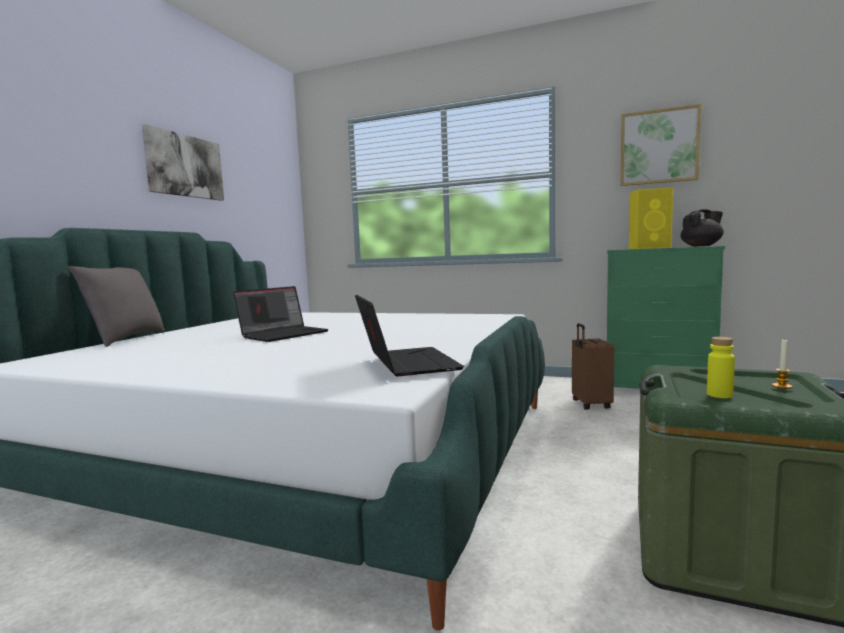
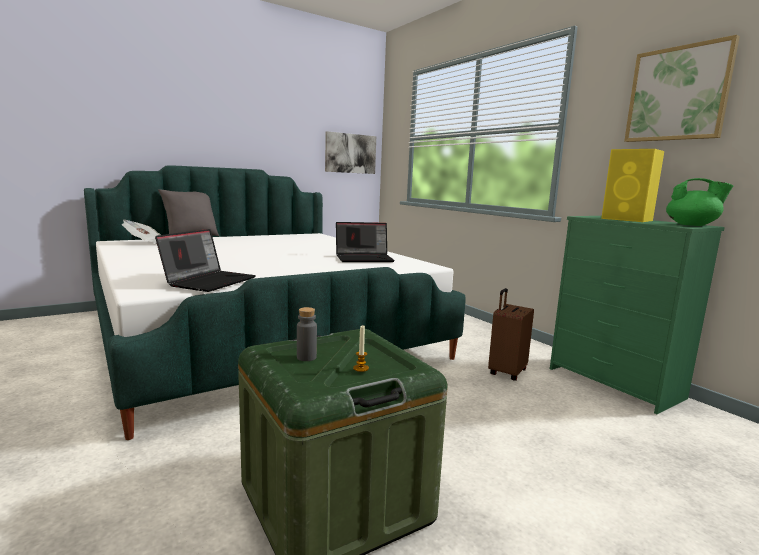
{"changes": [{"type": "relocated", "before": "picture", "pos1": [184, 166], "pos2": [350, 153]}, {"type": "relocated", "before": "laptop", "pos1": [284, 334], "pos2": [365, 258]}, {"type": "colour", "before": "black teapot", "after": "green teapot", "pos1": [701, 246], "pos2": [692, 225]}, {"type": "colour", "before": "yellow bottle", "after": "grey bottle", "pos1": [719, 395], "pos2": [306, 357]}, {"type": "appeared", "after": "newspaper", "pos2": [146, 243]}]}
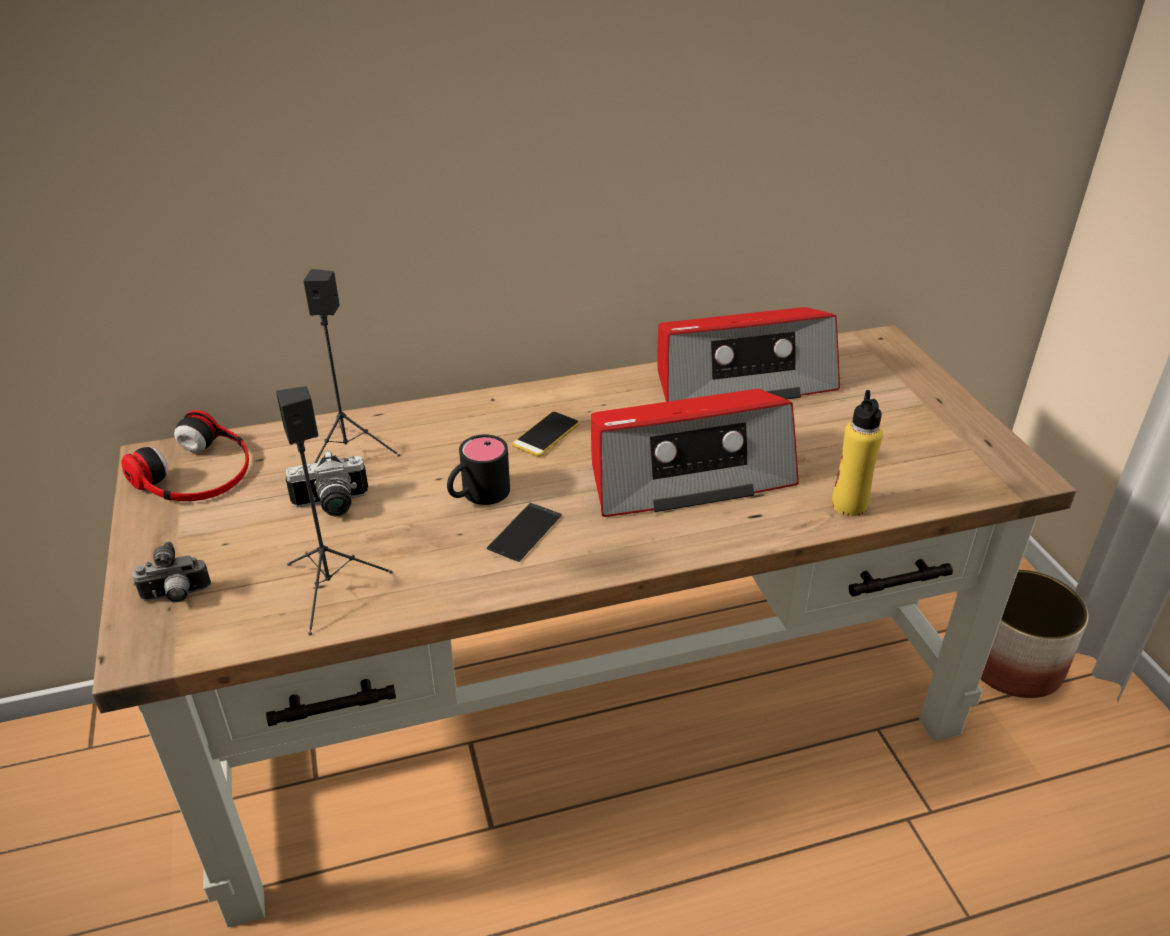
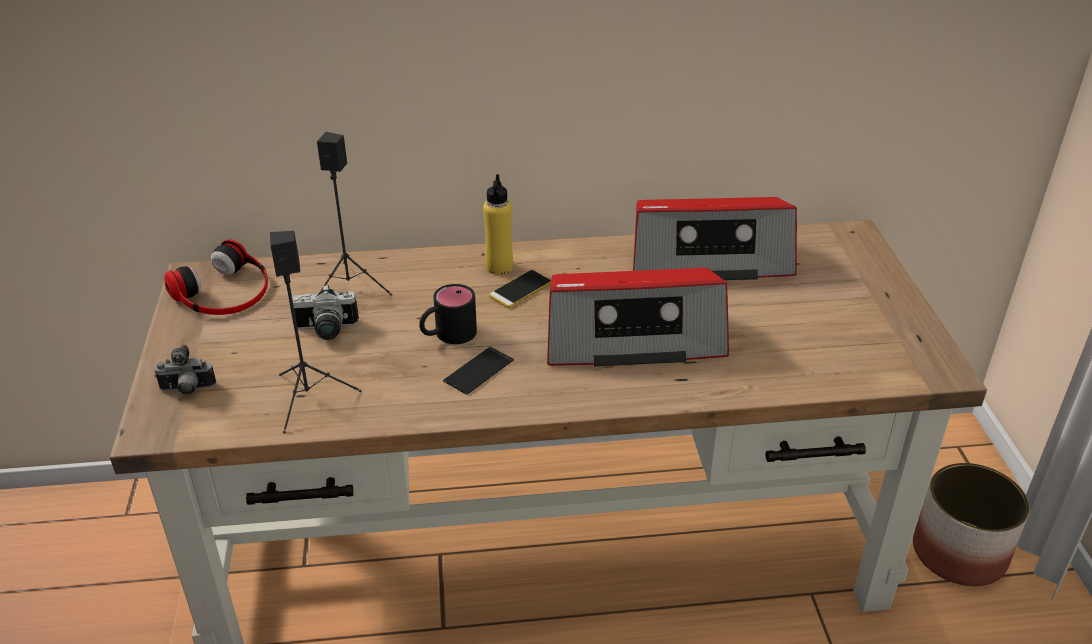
{"changes": [{"type": "relocated", "before": "yellow bottle", "pos1": [849, 505], "pos2": [499, 267]}]}
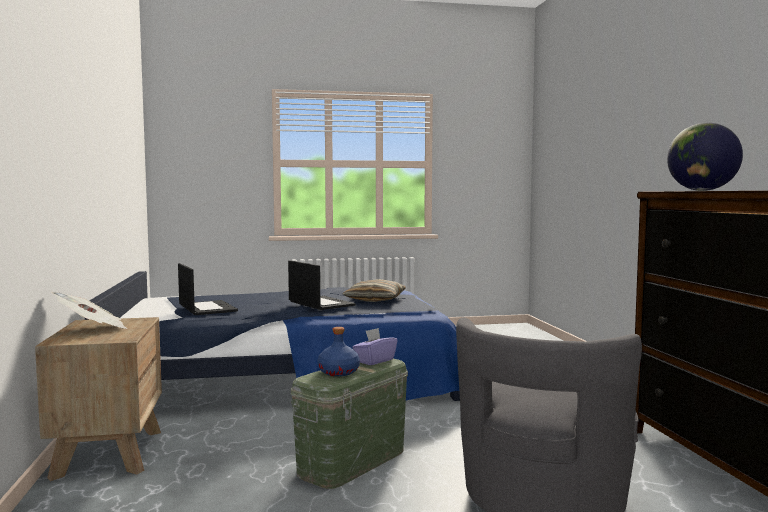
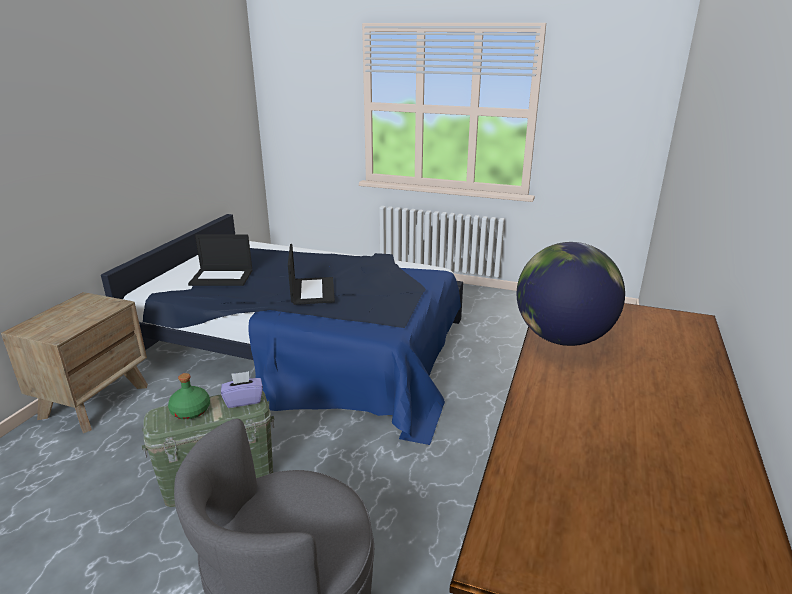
{"changes": [{"type": "missing", "before": "newspaper", "pos1": [92, 329]}, {"type": "spun", "before": "laptop", "pos1": [206, 308], "pos2": [222, 277], "turn": 90}, {"type": "colour", "before": "blue bottle", "after": "green bottle", "pos1": [338, 372], "pos2": [190, 411]}, {"type": "missing", "before": "pillow", "pos1": [375, 299]}]}
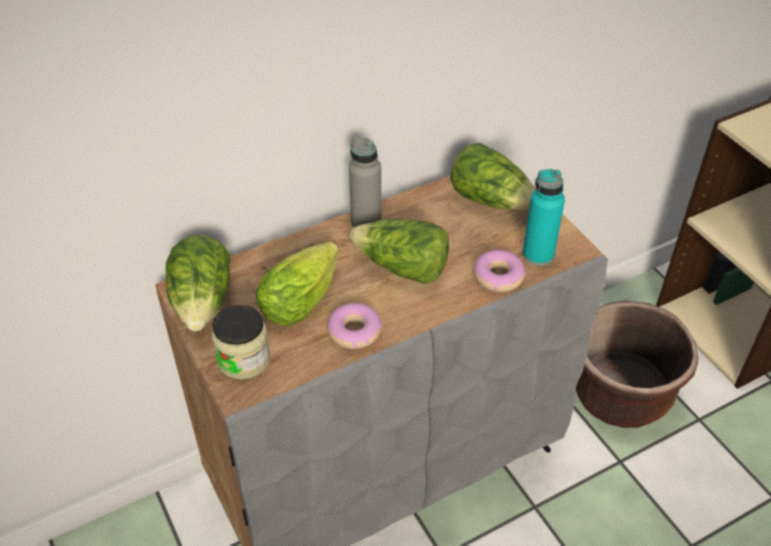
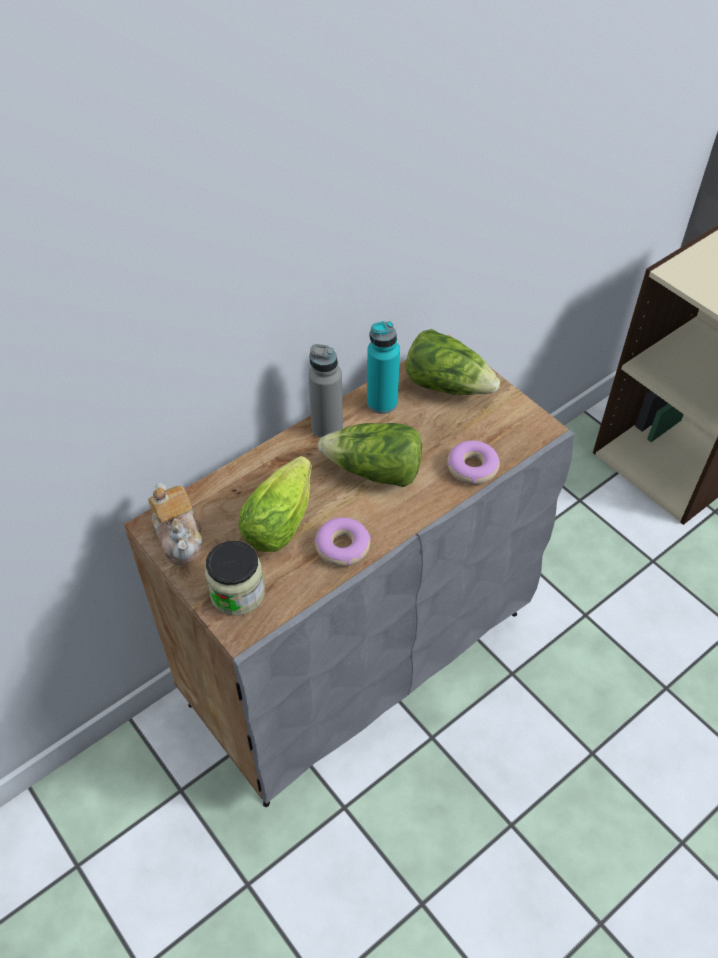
{"changes": [{"type": "exchanged", "before": "lettuce", "after": "teapot", "pos1": [203, 302], "pos2": [180, 537]}, {"type": "relocated", "before": "turquoise bottle", "pos1": [538, 254], "pos2": [382, 403]}, {"type": "missing", "before": "brown planter", "pos1": [621, 393]}]}
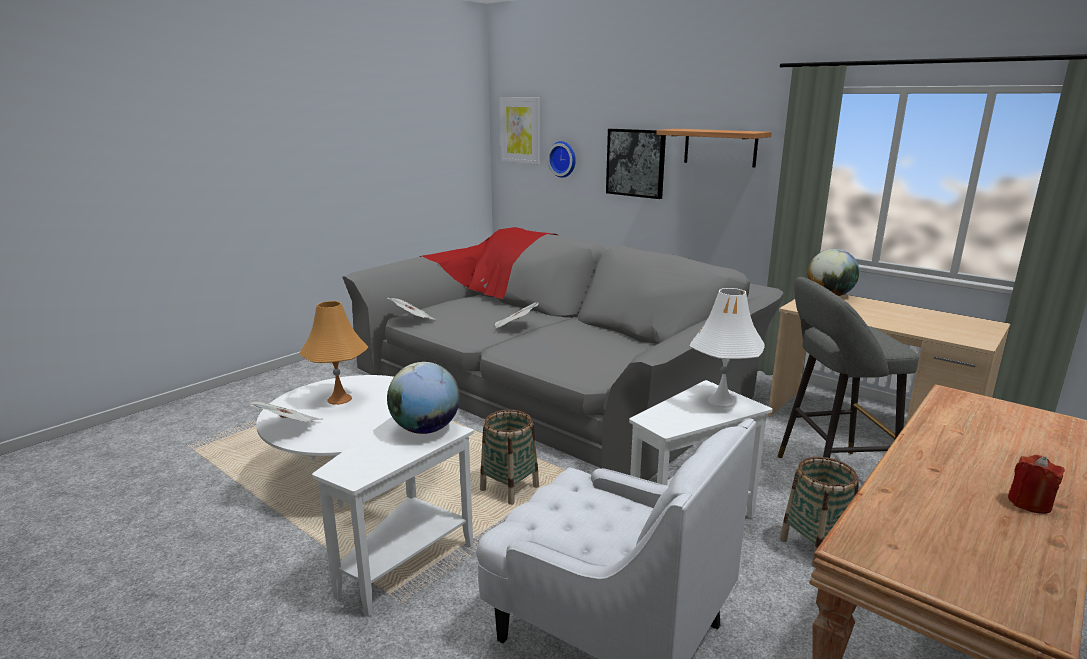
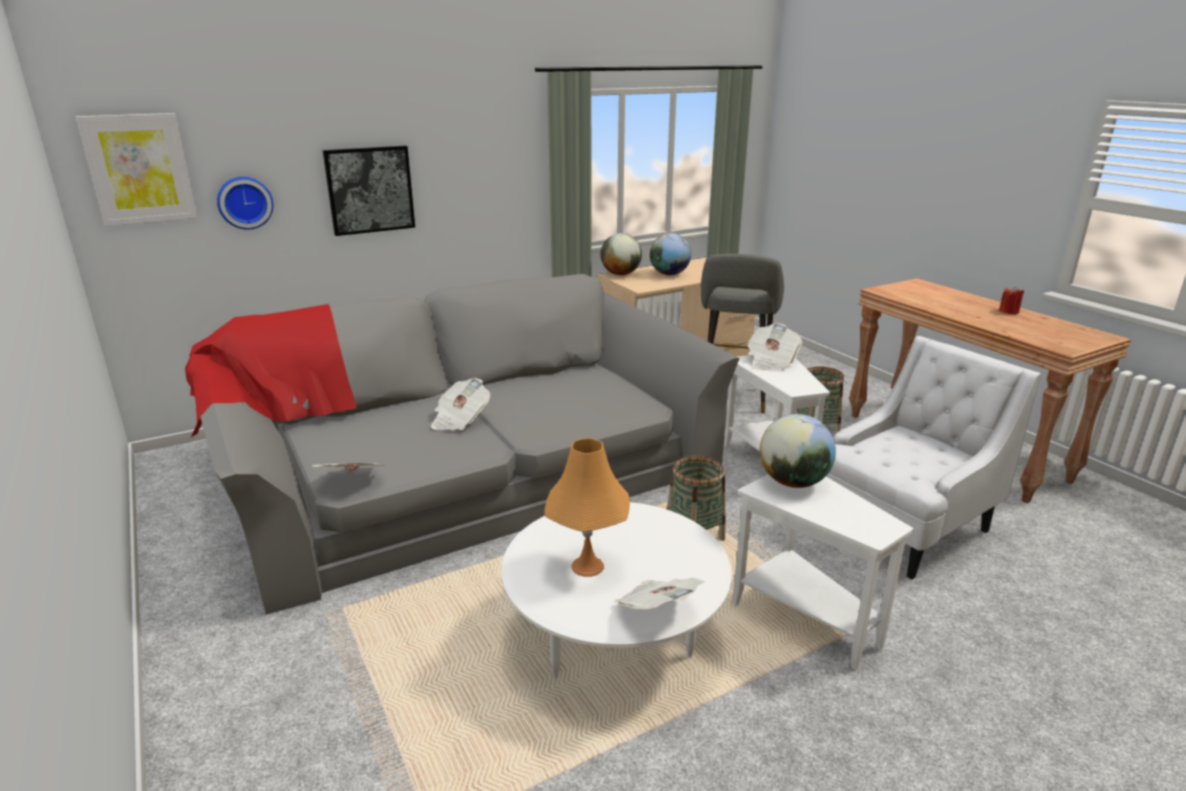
{"changes": [{"type": "missing", "before": "shelf", "pos1": [720, 147]}, {"type": "exchanged", "before": "white table lamp", "after": "newspaper", "pos1": [721, 401], "pos2": [771, 361]}, {"type": "appeared", "after": "globe", "pos2": [669, 274]}]}
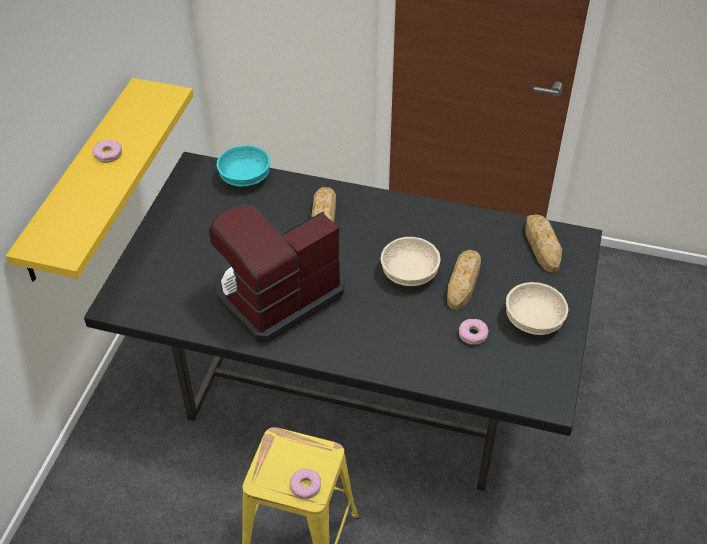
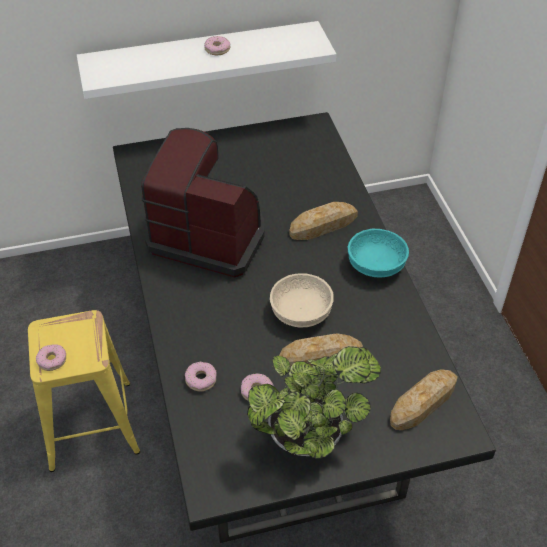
{"changes": [{"type": "colour", "before": "yellow shelf", "after": "white shelf", "pos1": [80, 180], "pos2": [201, 59]}, {"type": "relocated", "before": "turquoise bowl", "pos1": [246, 177], "pos2": [376, 265]}, {"type": "exchanged", "before": "beige bowl", "after": "potted plant", "pos1": [533, 320], "pos2": [310, 435]}, {"type": "appeared", "after": "donut", "pos2": [201, 379]}]}
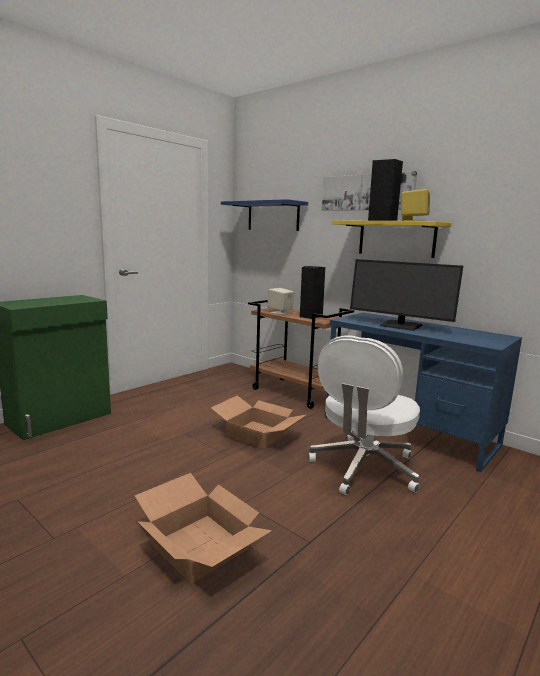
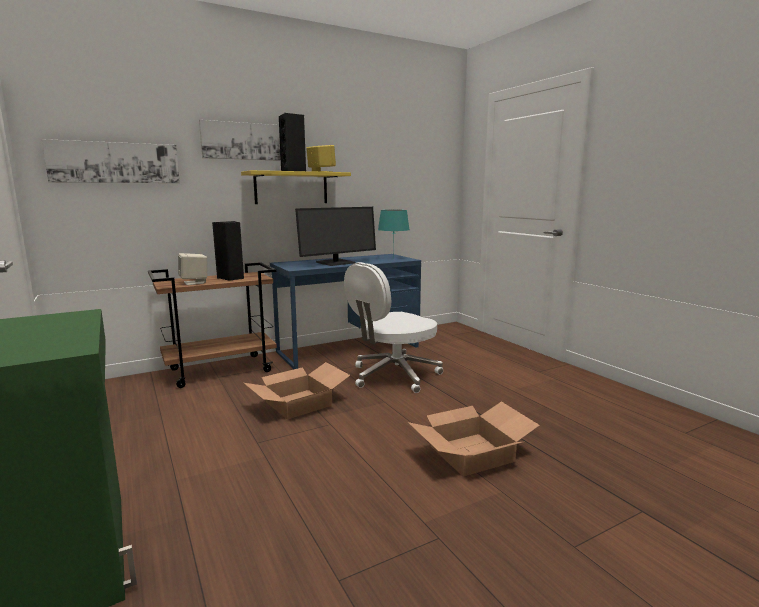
{"changes": [{"type": "exchanged", "before": "blue shelf", "after": "picture", "pos1": [273, 216], "pos2": [115, 162]}, {"type": "spun", "before": "white office chair", "pos1": [363, 468], "pos2": [393, 376], "turn": 90}, {"type": "appeared", "after": "turquoise table lamp", "pos2": [393, 258]}]}
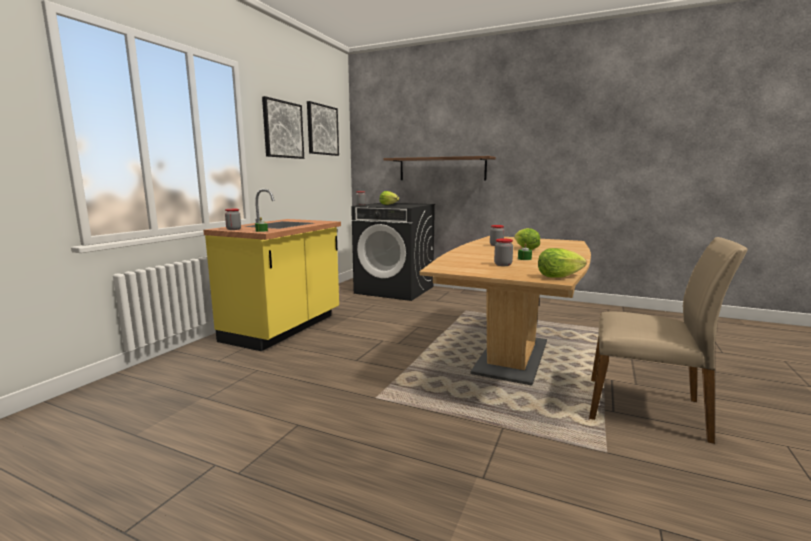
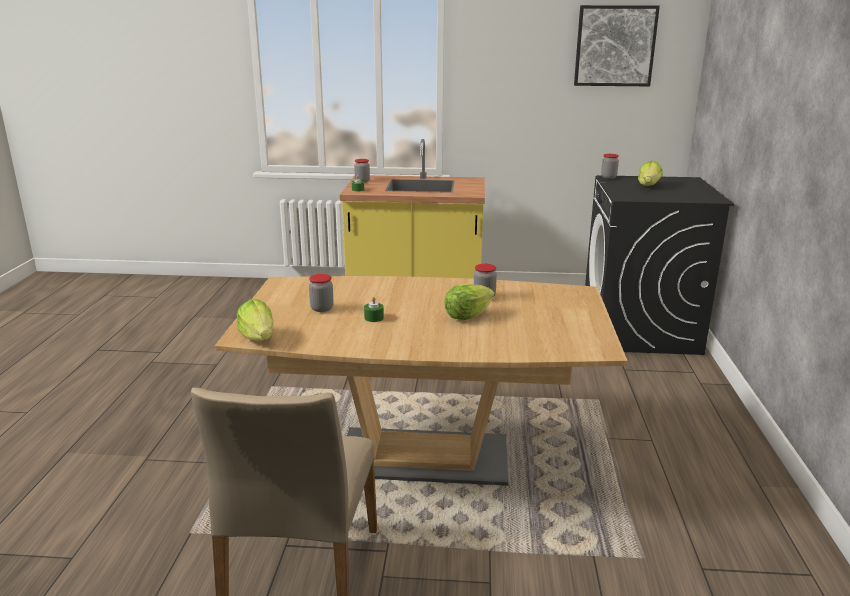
{"changes": [{"type": "missing", "before": "picture", "pos1": [283, 129]}, {"type": "missing", "before": "shelf", "pos1": [442, 169]}]}
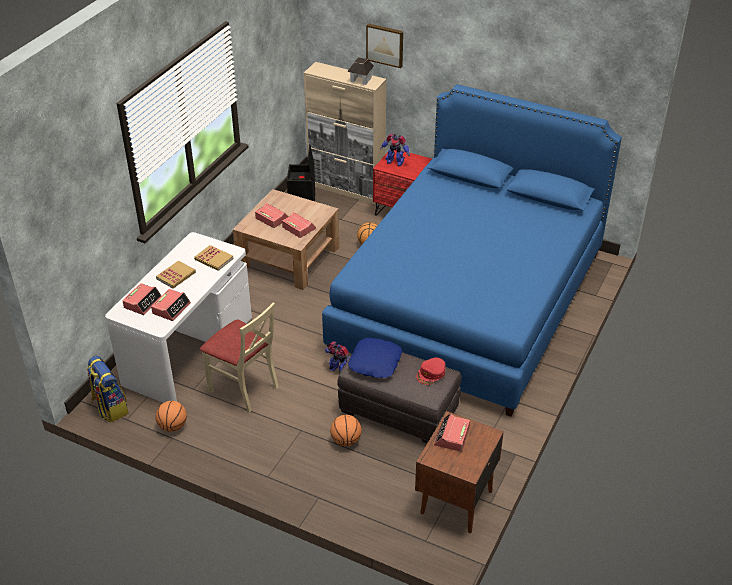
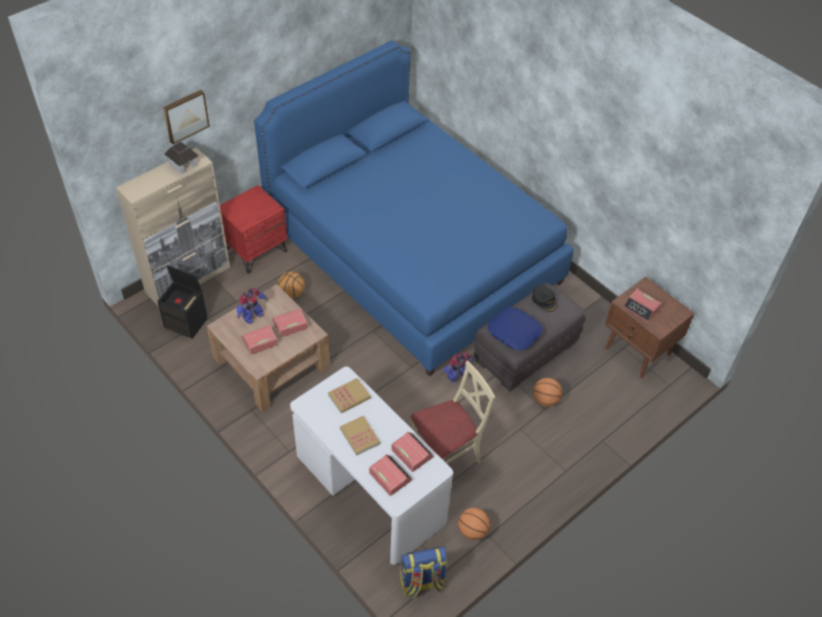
{"changes": [{"type": "relocated", "before": "toy robot", "pos1": [395, 162], "pos2": [252, 316]}, {"type": "colour", "before": "red cap", "after": "black cap", "pos1": [431, 373], "pos2": [544, 300]}]}
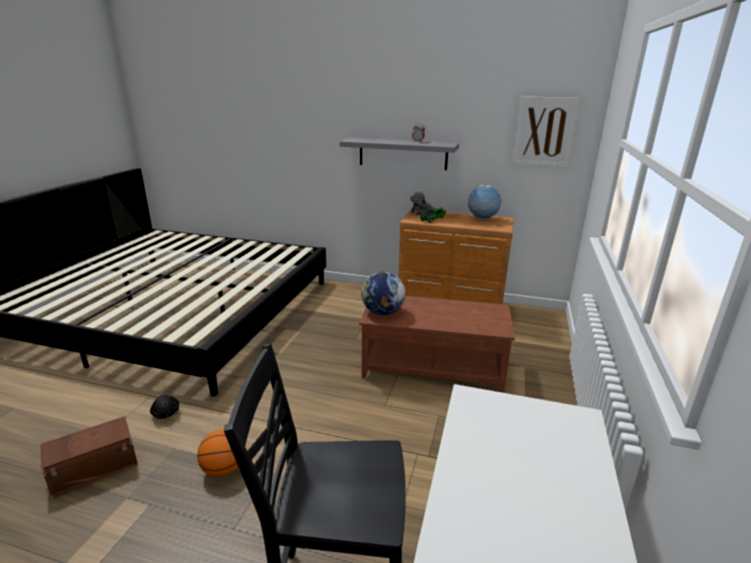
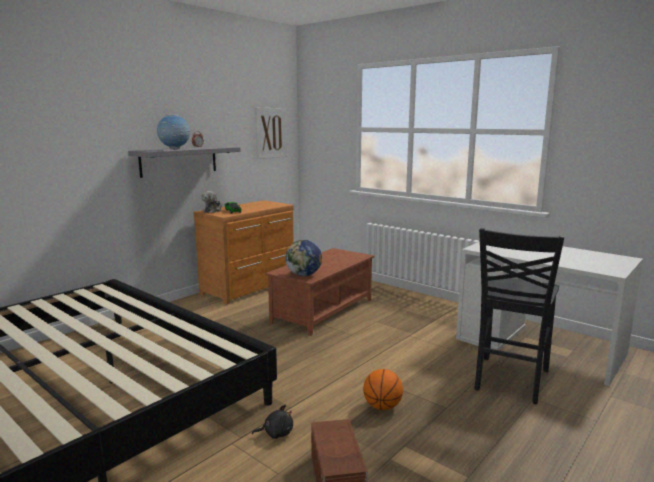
{"changes": [{"type": "relocated", "before": "globe", "pos1": [482, 219], "pos2": [174, 149]}]}
